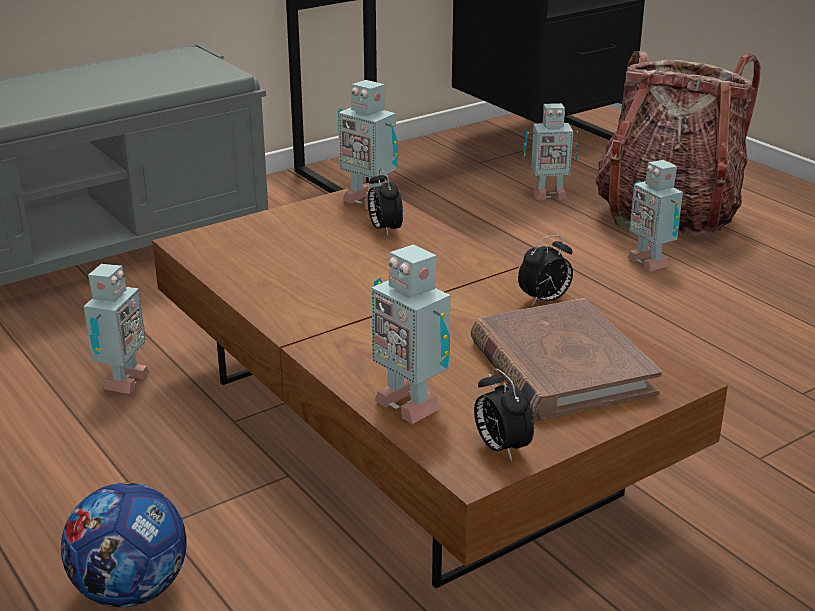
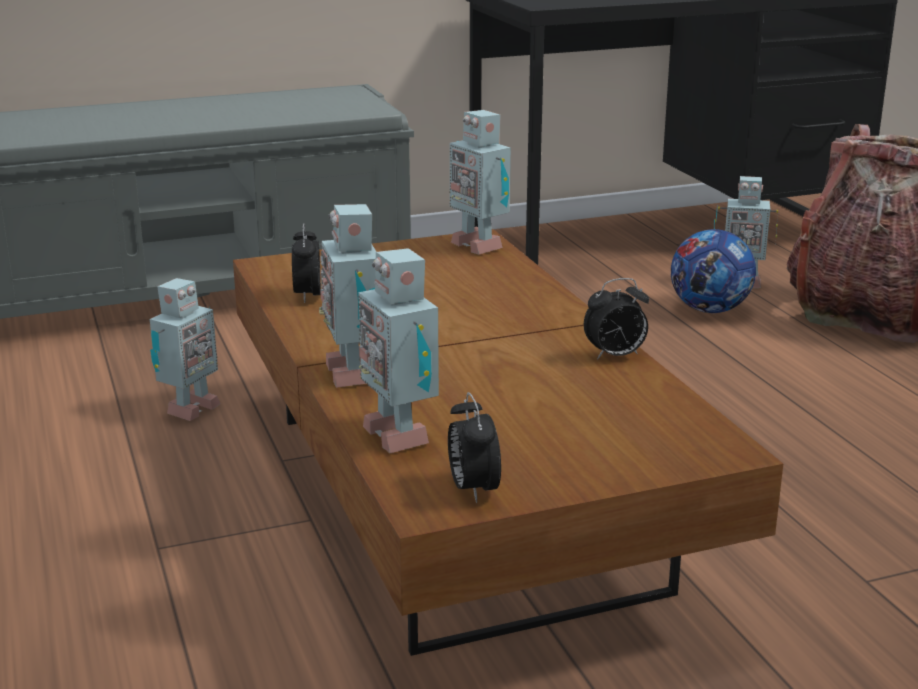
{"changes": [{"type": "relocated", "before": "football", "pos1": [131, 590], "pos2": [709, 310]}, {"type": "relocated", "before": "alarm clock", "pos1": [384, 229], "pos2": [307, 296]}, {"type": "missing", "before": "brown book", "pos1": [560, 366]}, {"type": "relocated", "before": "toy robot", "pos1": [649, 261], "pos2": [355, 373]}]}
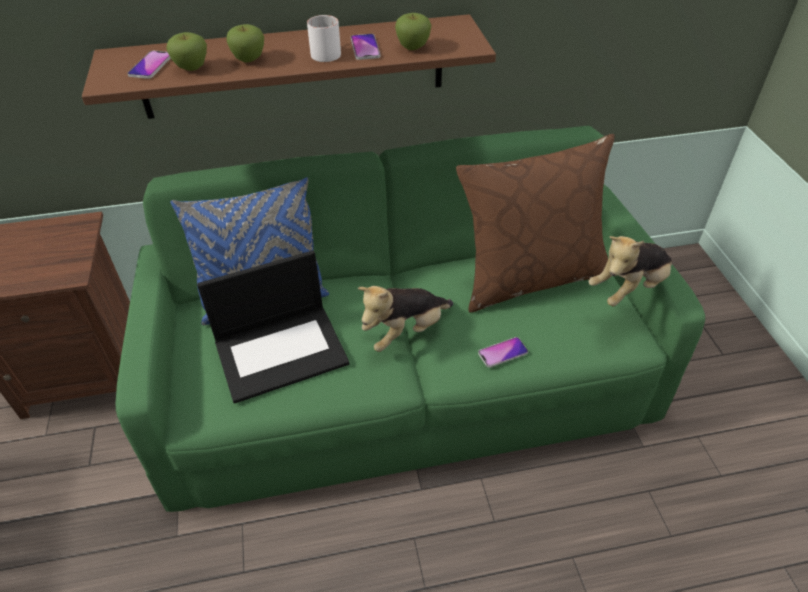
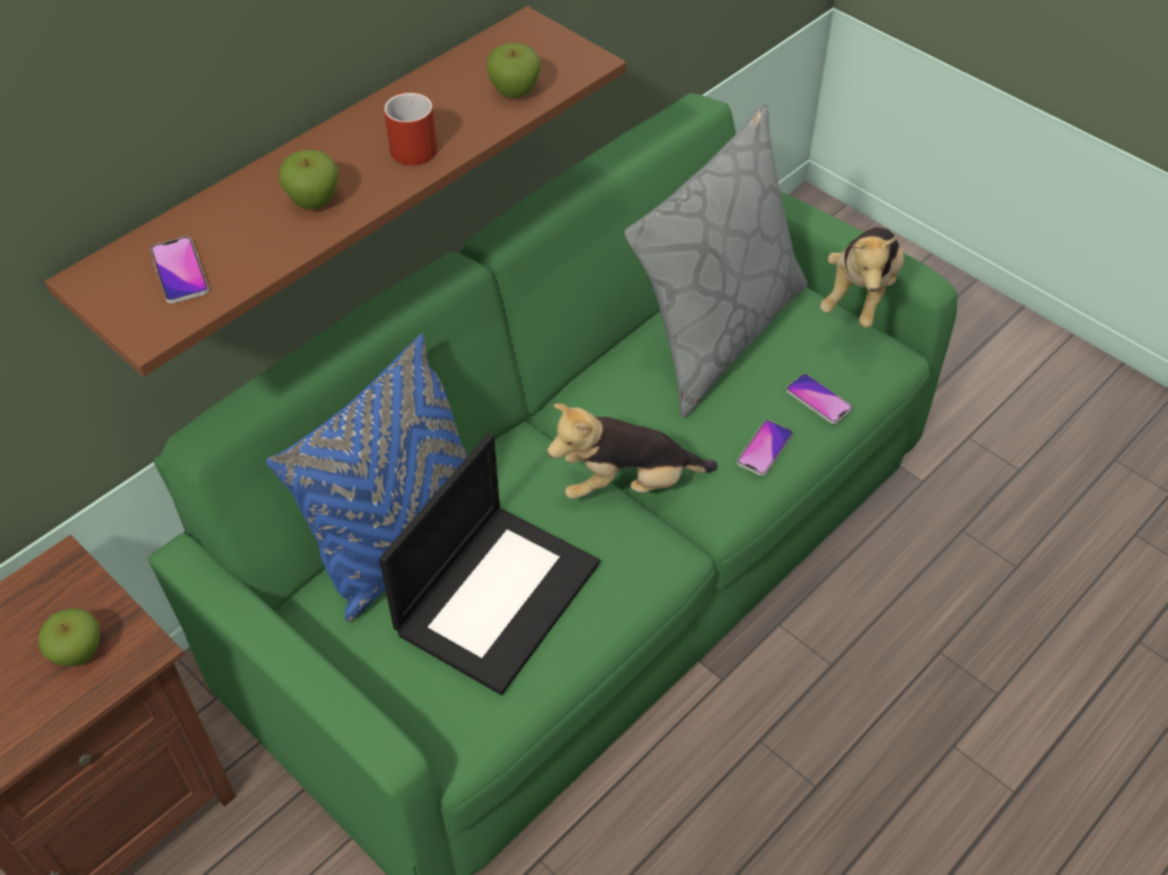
{"changes": [{"type": "relocated", "before": "apple", "pos1": [192, 68], "pos2": [79, 653]}, {"type": "colour", "before": "white mug", "after": "red mug", "pos1": [327, 52], "pos2": [409, 145]}, {"type": "relocated", "before": "phone", "pos1": [365, 48], "pos2": [818, 400]}, {"type": "spun", "before": "plush toy", "pos1": [405, 332], "pos2": [627, 484], "turn": 60}, {"type": "colour", "before": "brown pillow", "after": "grey pillow", "pos1": [530, 276], "pos2": [716, 332]}]}
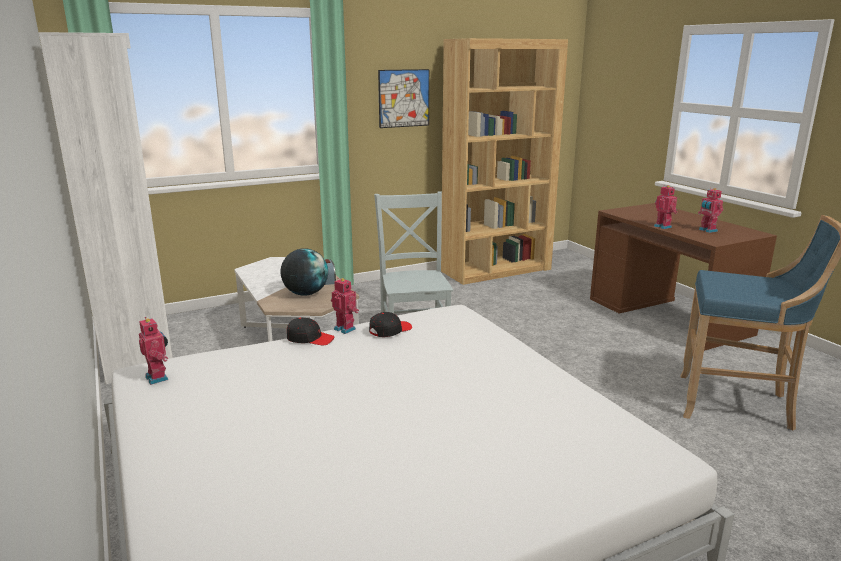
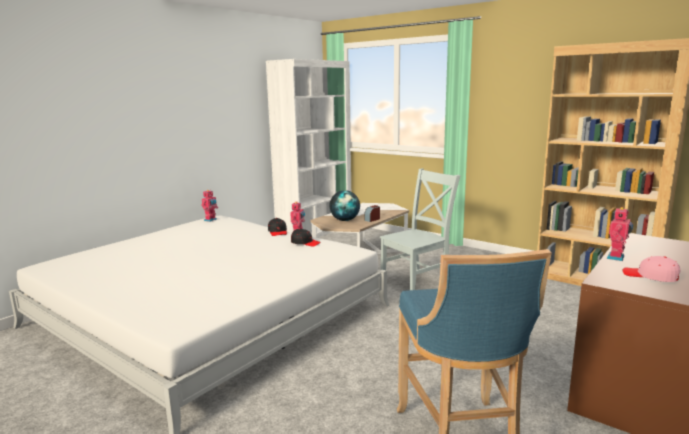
{"changes": [{"type": "missing", "before": "picture", "pos1": [404, 98]}, {"type": "exchanged", "before": "toy robot", "after": "pink cap", "pos1": [707, 230], "pos2": [650, 276]}]}
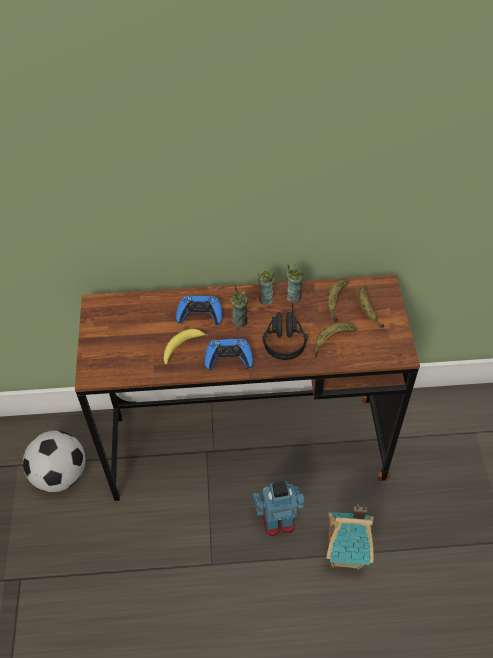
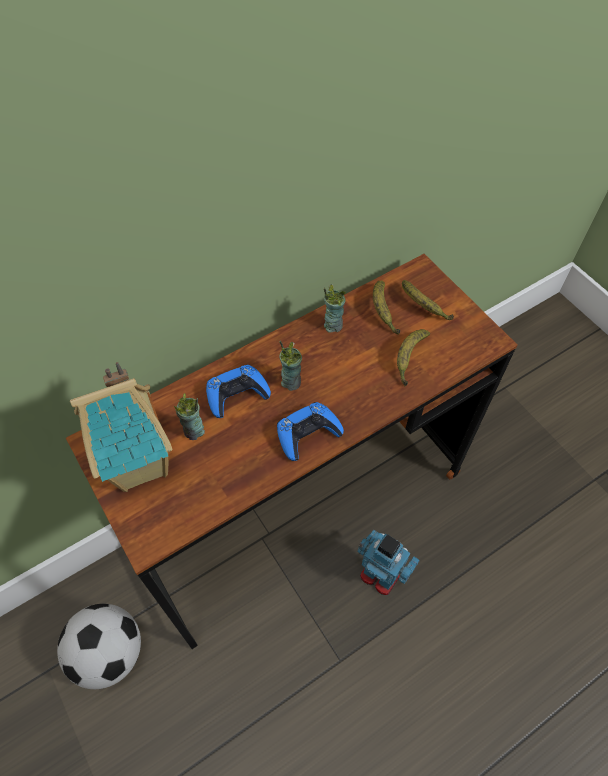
{"changes": [{"type": "missing", "before": "banana", "pos1": [181, 347]}, {"type": "spun", "before": "toy robot", "pos1": [278, 521], "pos2": [380, 575], "turn": 75}, {"type": "relocated", "before": "cup", "pos1": [265, 300], "pos2": [194, 431]}, {"type": "missing", "before": "black headphones", "pos1": [284, 336]}, {"type": "relocated", "before": "toy house", "pos1": [347, 555], "pos2": [142, 464]}]}
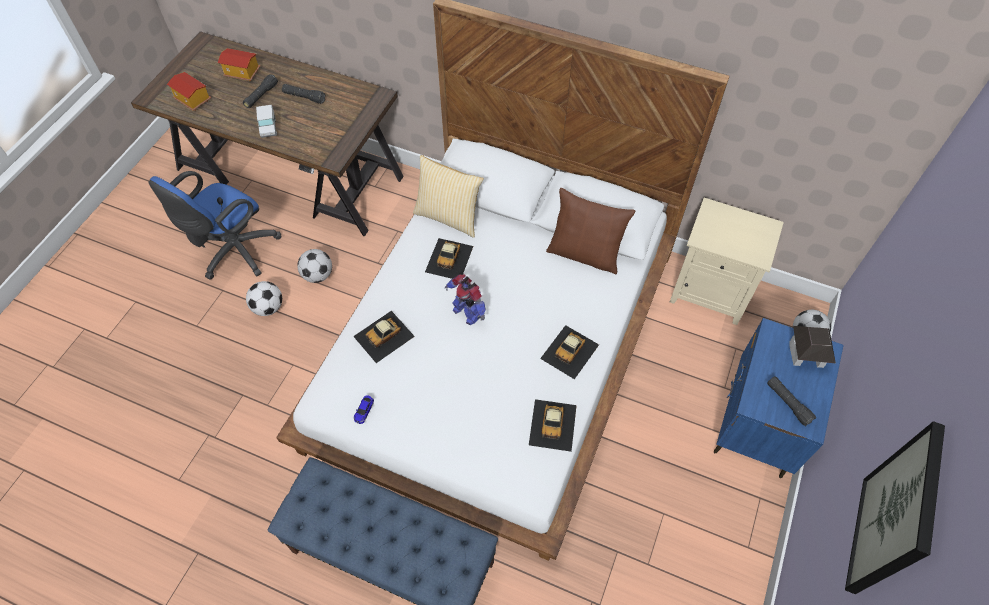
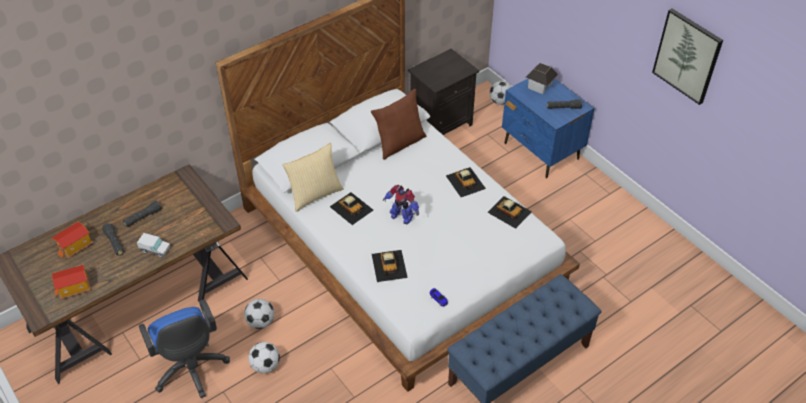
{"changes": [{"type": "spun", "before": "toy robot", "pos1": [467, 312], "pos2": [401, 216], "turn": 45}, {"type": "colour", "before": "beige nightstand", "after": "black nightstand", "pos1": [711, 291], "pos2": [441, 124]}]}
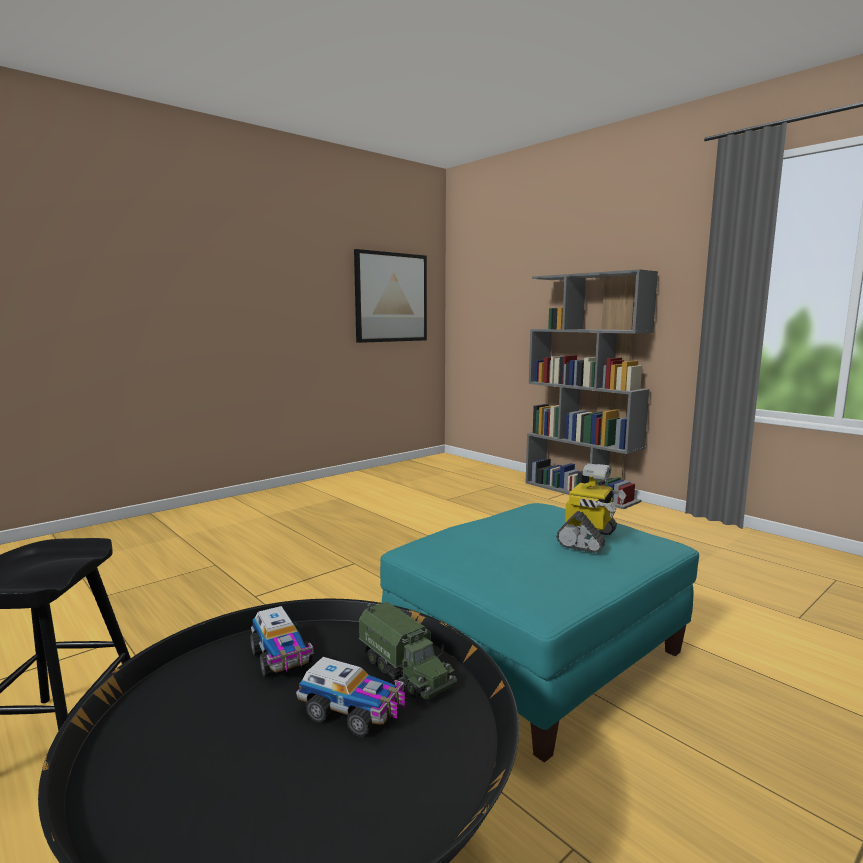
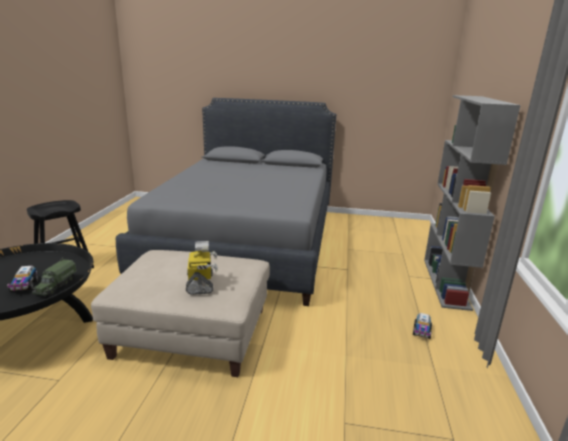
{"changes": [{"type": "relocated", "before": "toy truck", "pos1": [281, 658], "pos2": [421, 332]}, {"type": "missing", "before": "picture", "pos1": [391, 297]}, {"type": "colour", "before": "turquoise ottoman", "after": "beige ottoman", "pos1": [535, 653], "pos2": [192, 332]}, {"type": "spun", "before": "toy robot", "pos1": [588, 539], "pos2": [201, 284], "turn": -90}, {"type": "appeared", "after": "grey bed", "pos2": [247, 241]}]}
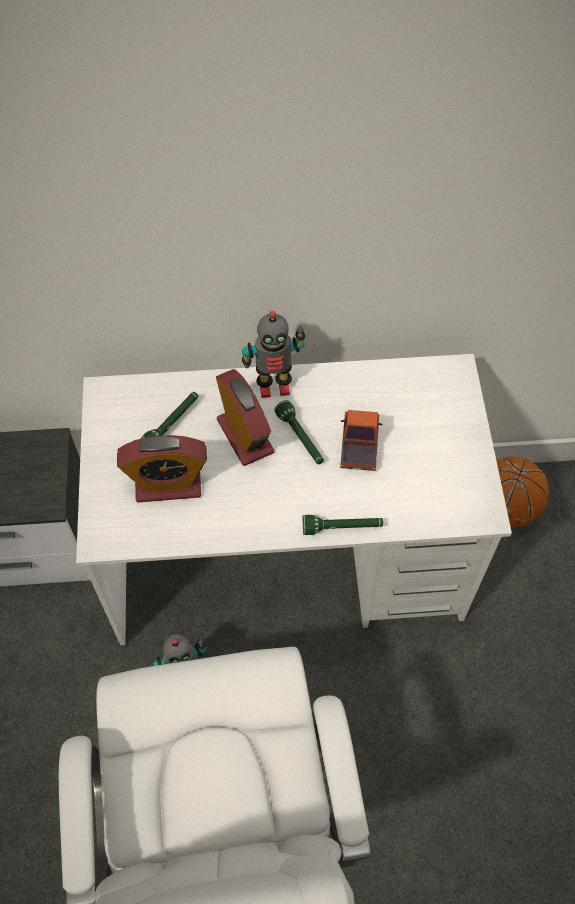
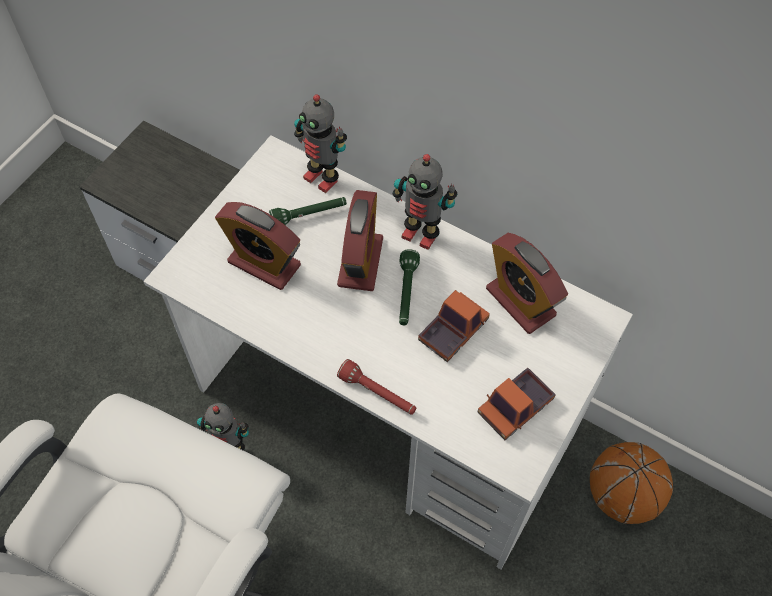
{"changes": [{"type": "colour", "before": "green flashlight", "after": "red flashlight", "pos1": [342, 528], "pos2": [378, 393]}, {"type": "appeared", "after": "toy robot", "pos2": [322, 178]}, {"type": "appeared", "after": "toy truck", "pos2": [515, 407]}, {"type": "appeared", "after": "alarm clock", "pos2": [520, 302]}]}
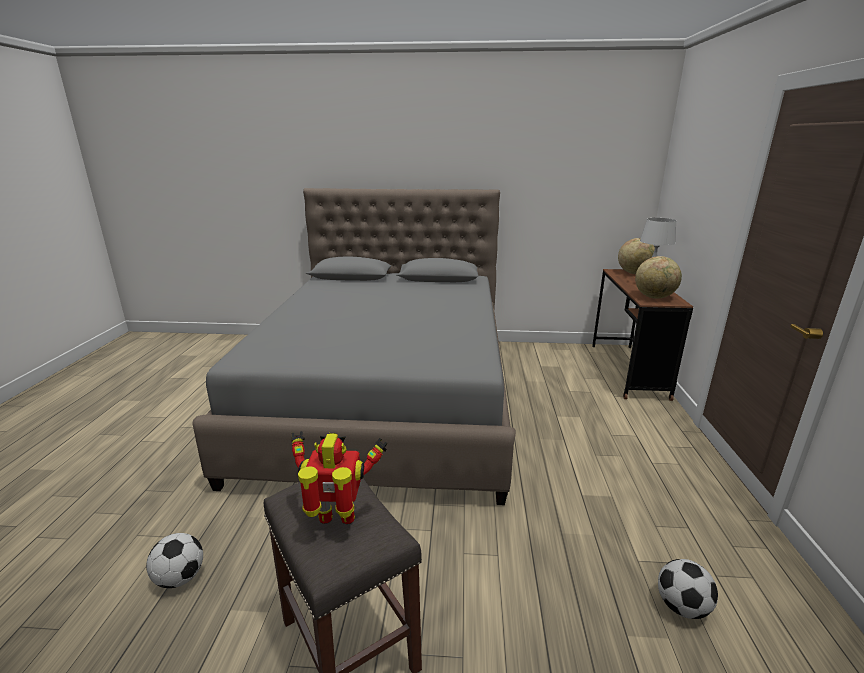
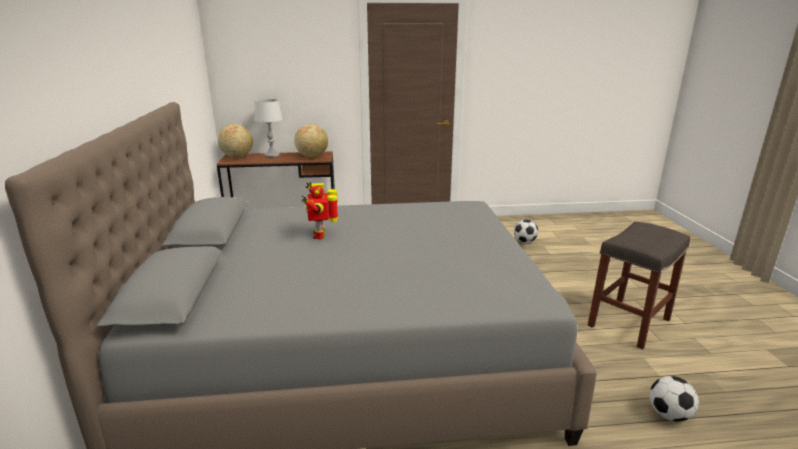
{"changes": [{"type": "relocated", "before": "toy robot", "pos1": [337, 520], "pos2": [321, 234]}]}
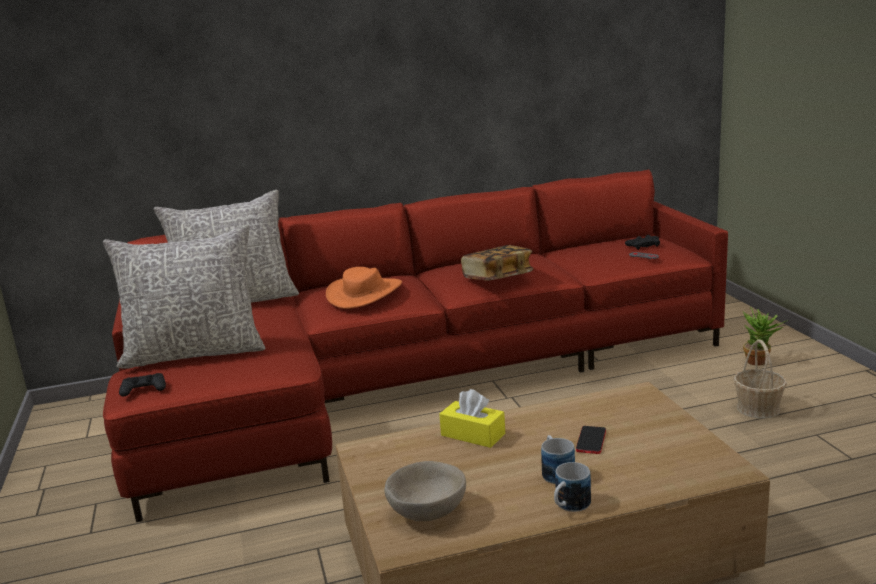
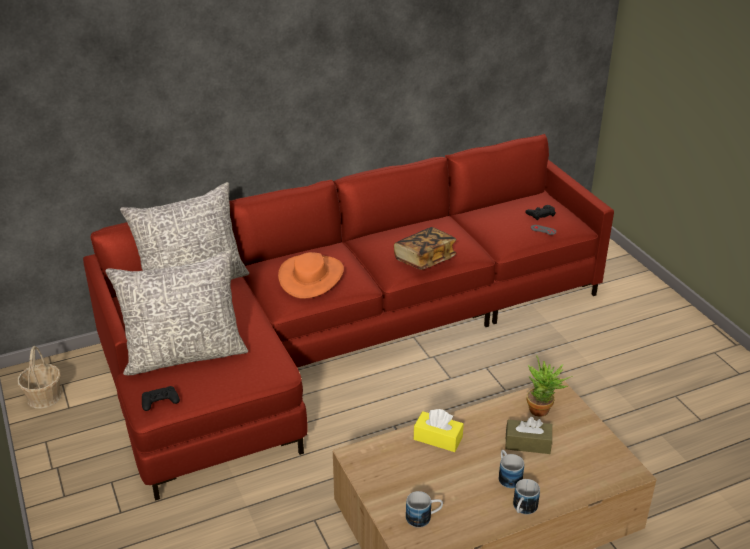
{"changes": [{"type": "exchanged", "before": "beige bowl", "after": "mug", "pos1": [428, 511], "pos2": [424, 517]}, {"type": "exchanged", "before": "phone", "after": "brown tissue box", "pos1": [591, 441], "pos2": [527, 443]}, {"type": "relocated", "before": "basket", "pos1": [758, 408], "pos2": [44, 397]}, {"type": "relocated", "before": "potted plant", "pos1": [760, 362], "pos2": [543, 410]}]}
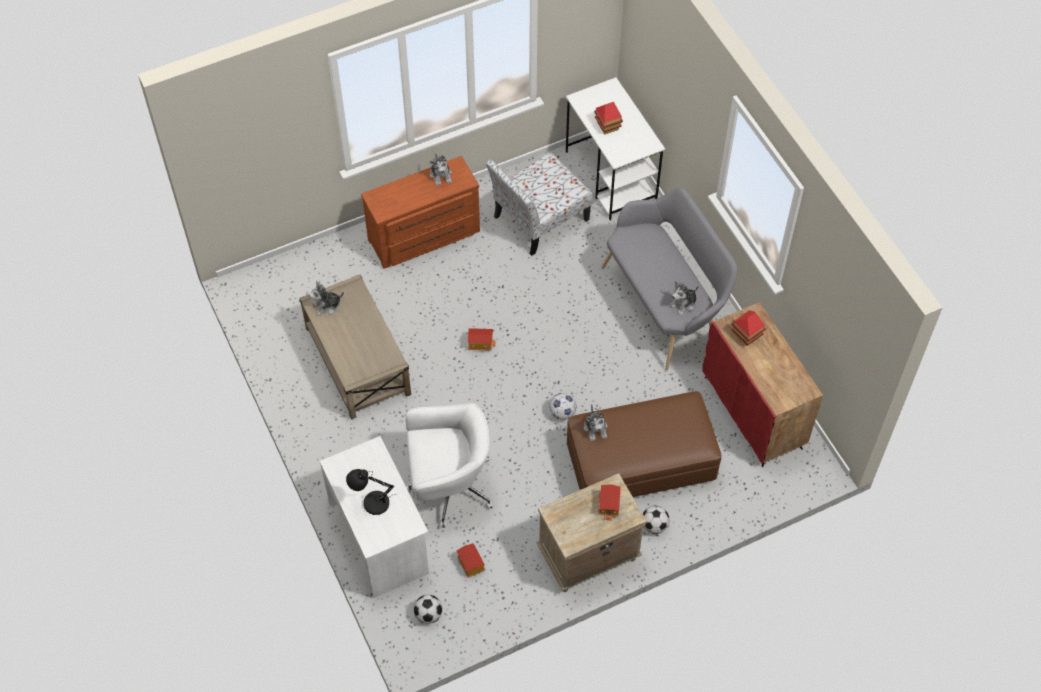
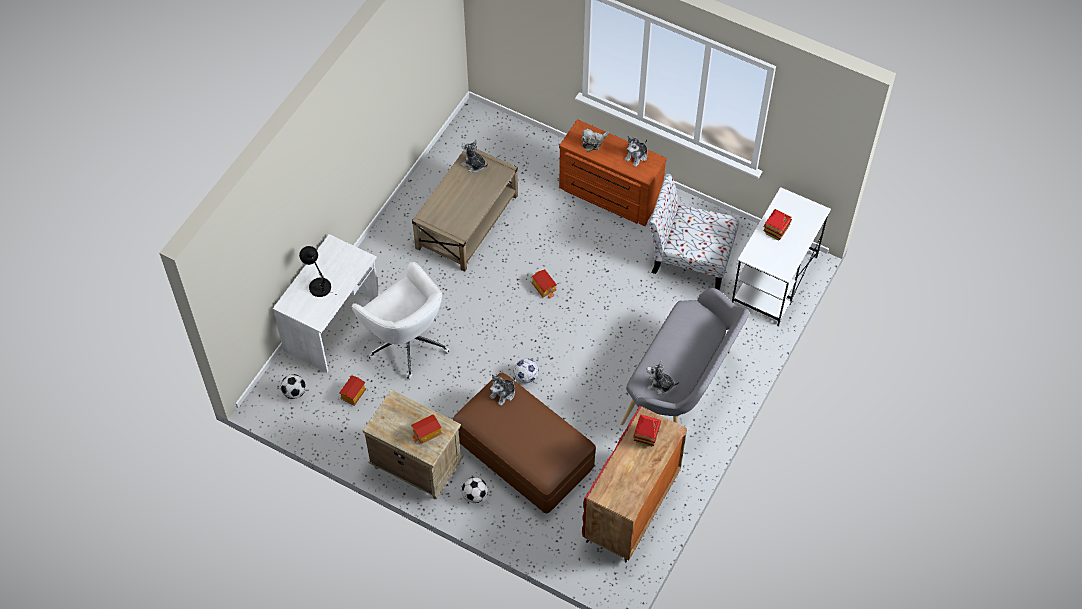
{"changes": [{"type": "appeared", "after": "plush toy", "pos2": [593, 142]}]}
